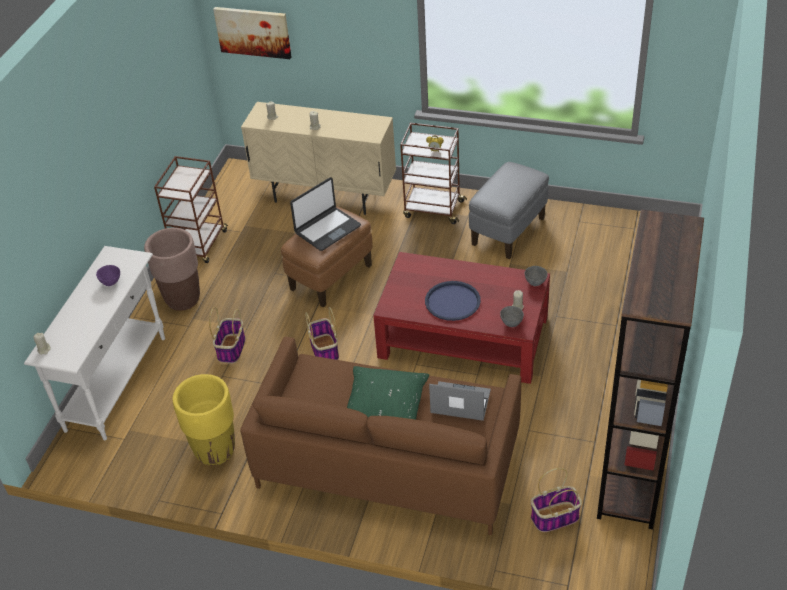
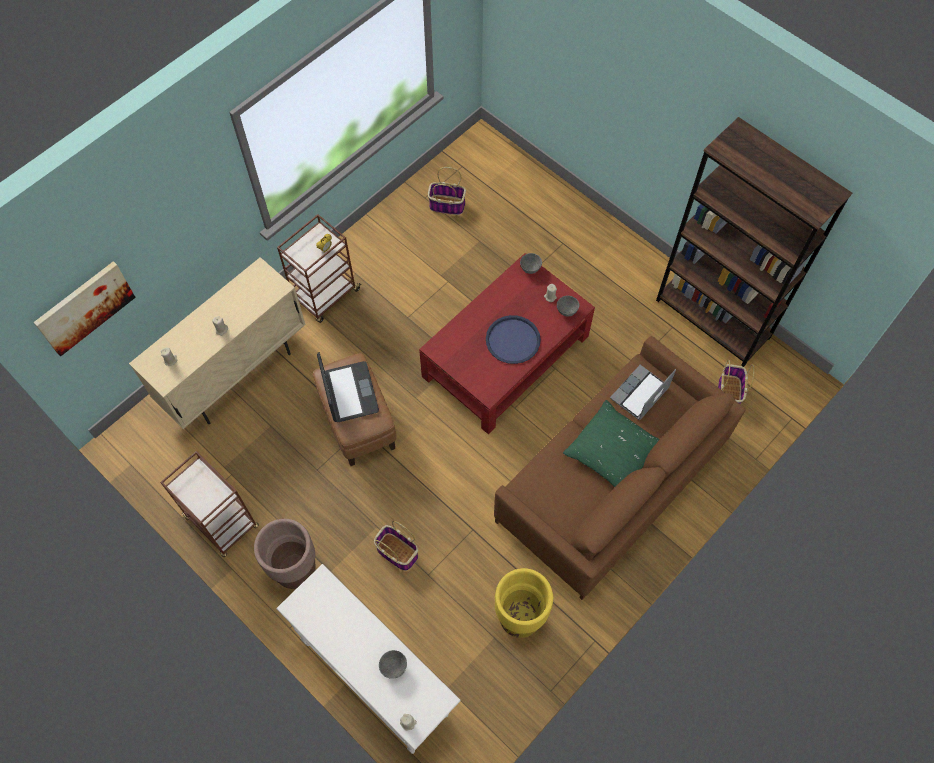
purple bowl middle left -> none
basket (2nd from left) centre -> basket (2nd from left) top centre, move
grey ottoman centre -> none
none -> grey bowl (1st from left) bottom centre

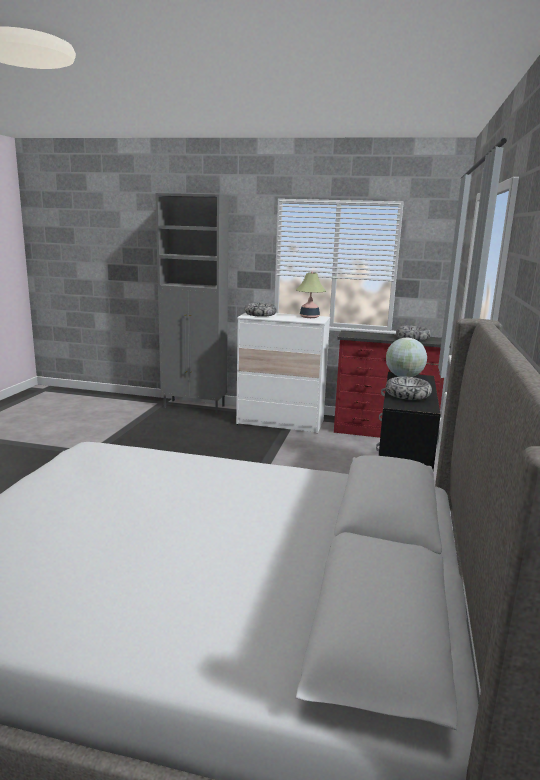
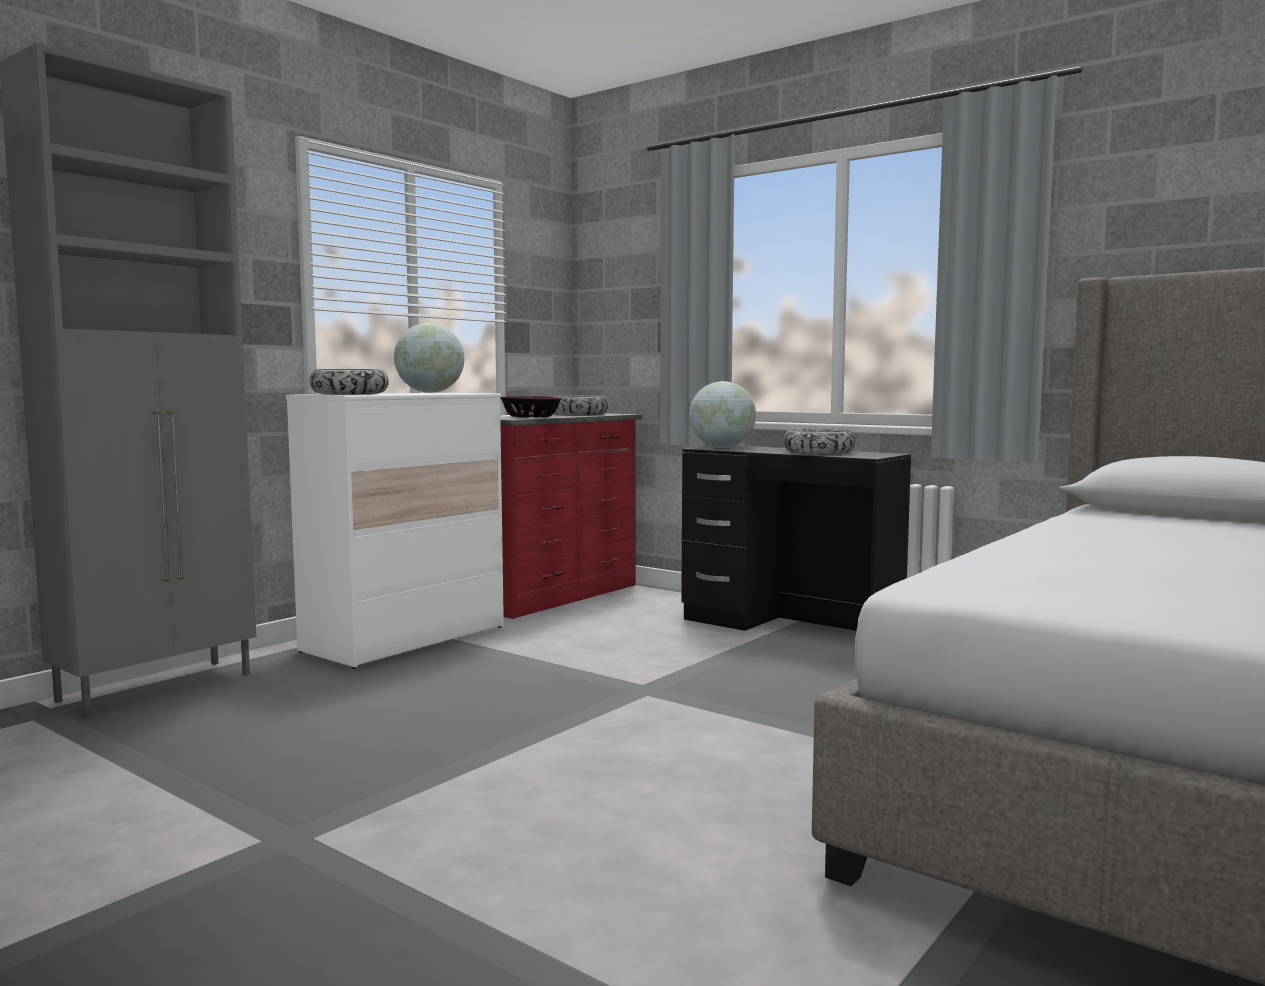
table lamp centre -> globe (1st from left) centre
none -> bowl (2nd from left) centre

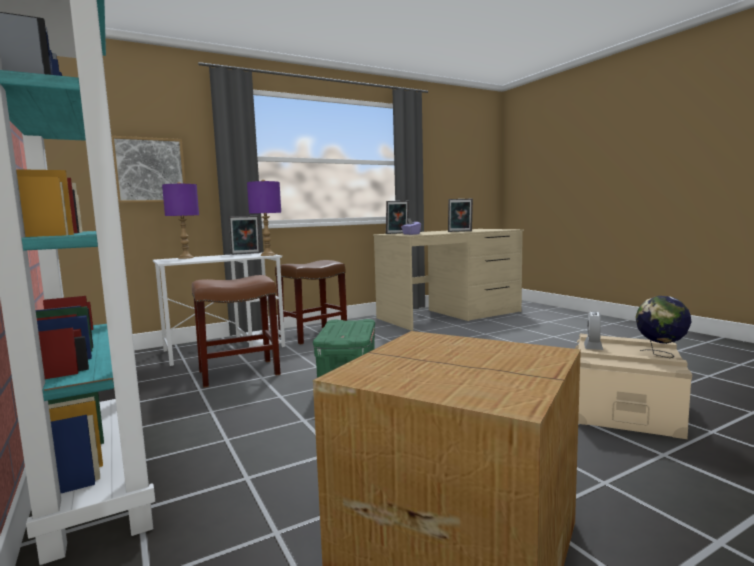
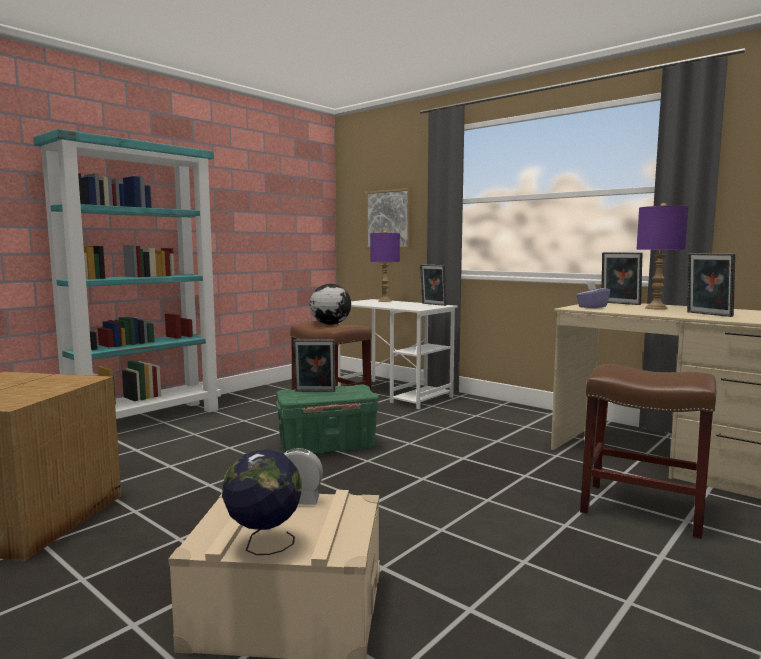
purple table lamp (2nd from left) centre -> purple table lamp (2nd from left) middle right, move
brown stool (2nd from left) centre -> brown stool (2nd from left) bottom right, move
none -> picture frame (1st from left) centre
none -> globe (2nd from left) centre

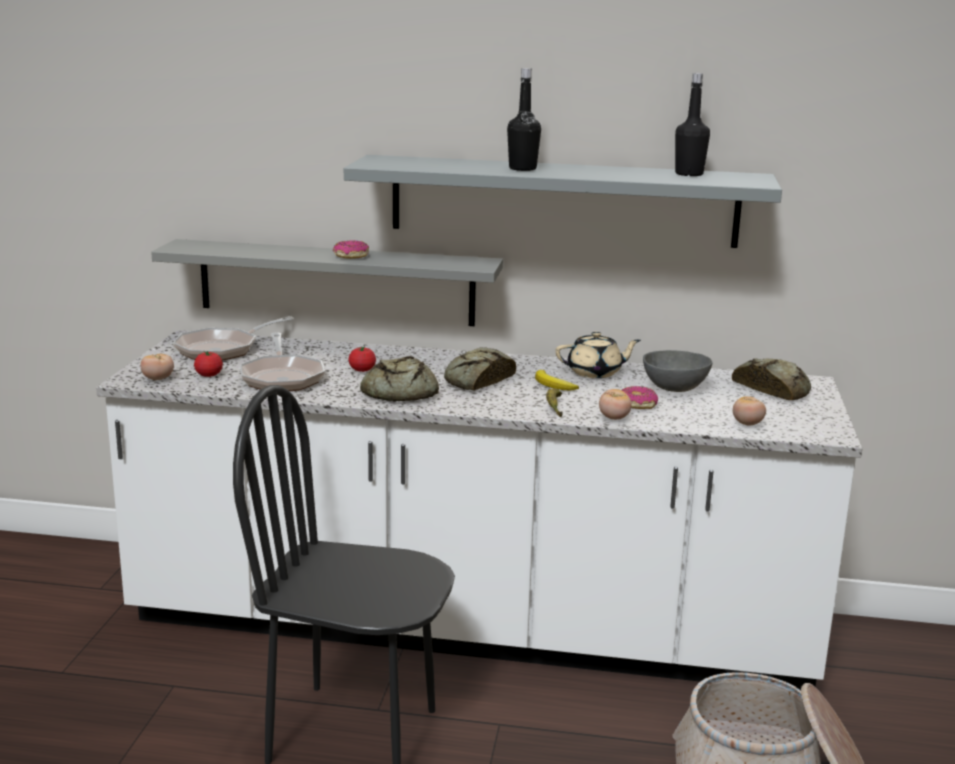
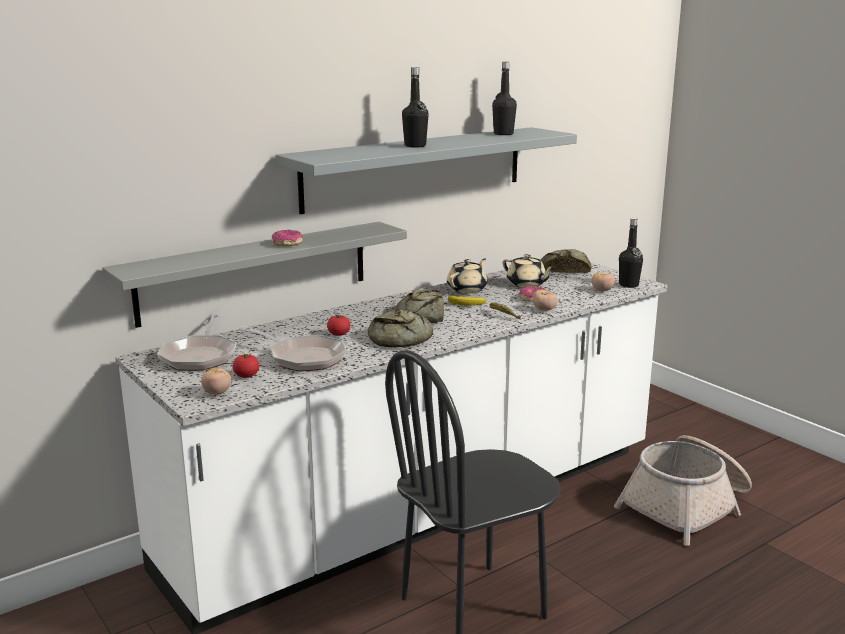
grey bowl middle right -> beige teapot (2nd from left) centre
none -> black bottle (3rd from left) middle right

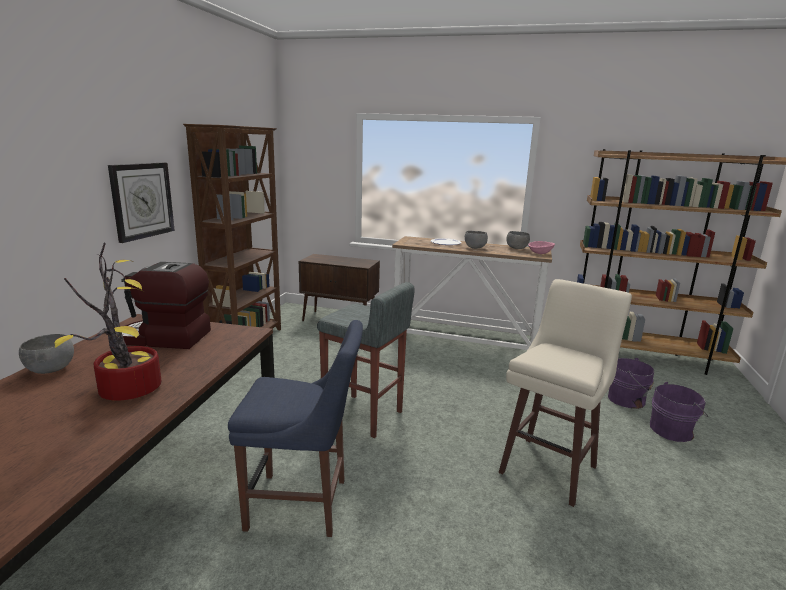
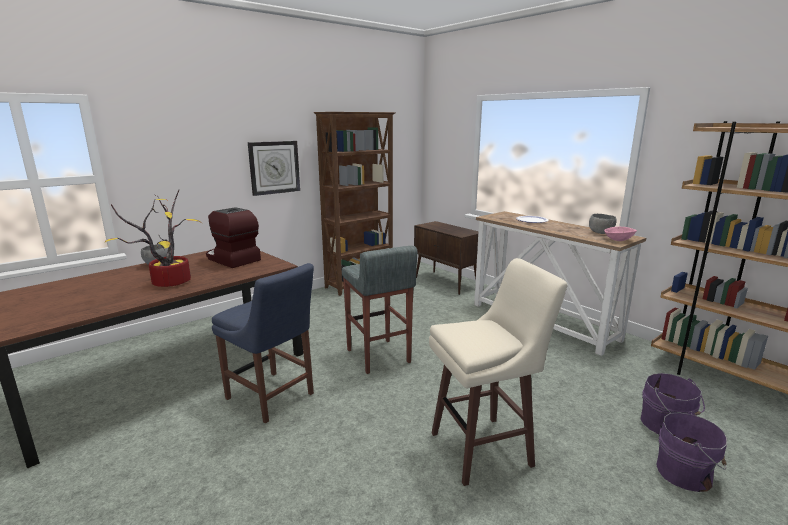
grey bowl (2nd from left) centre -> none

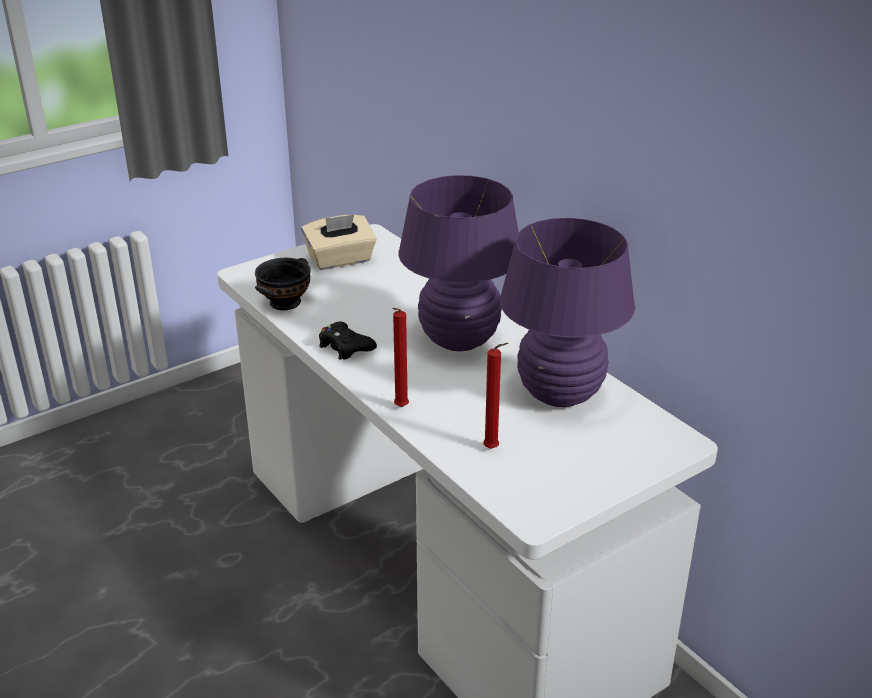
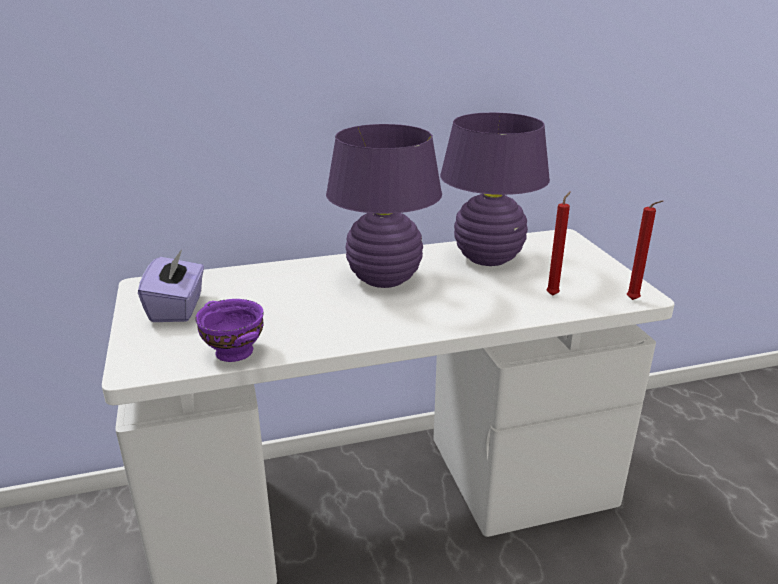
black bowl middle left -> purple bowl middle left
beige tissue box centre -> purple tissue box middle left
black game controller centre -> none
red candle (1st from left in the first image) centre -> red candle (2nd from left) middle right, move

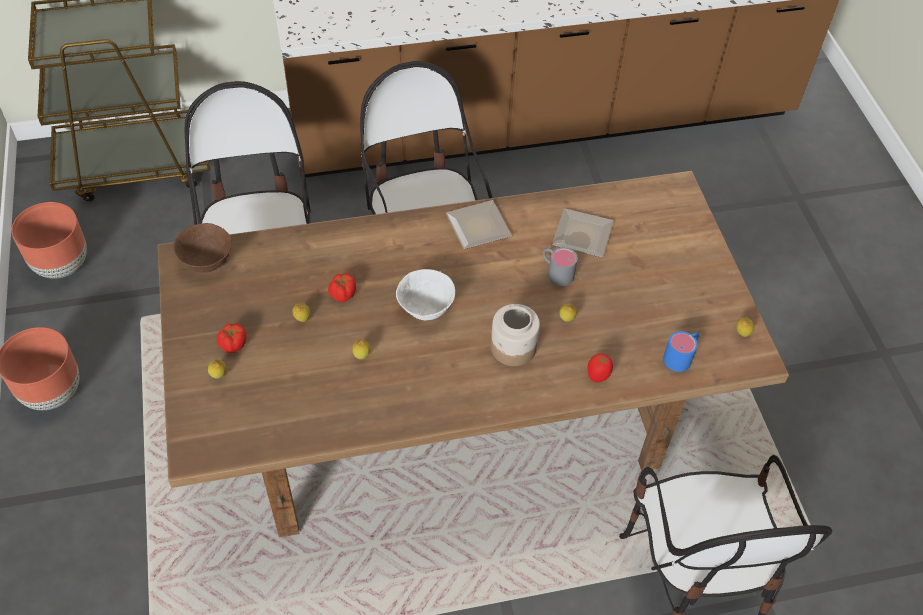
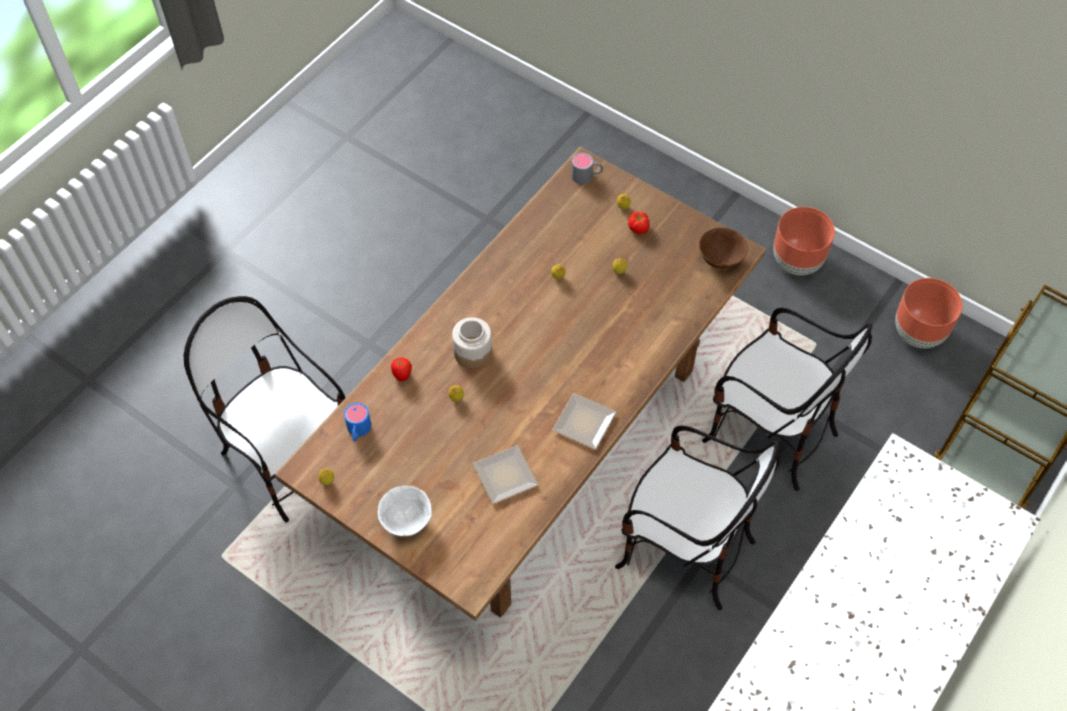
tomato (2nd from left) centre -> none
white bowl centre -> white bowl bottom centre, move
grey mug centre -> grey mug top centre, move

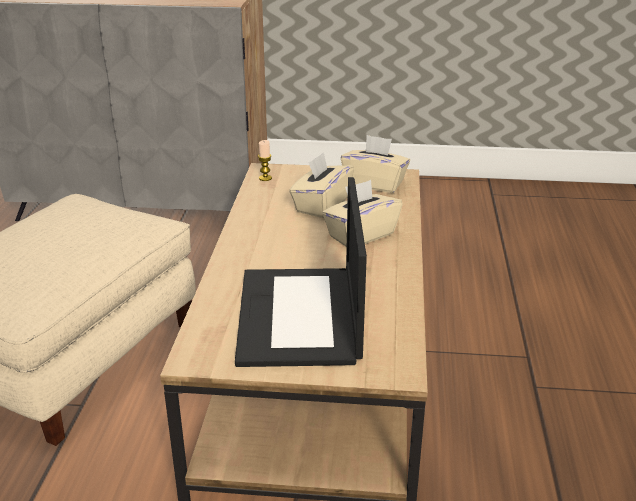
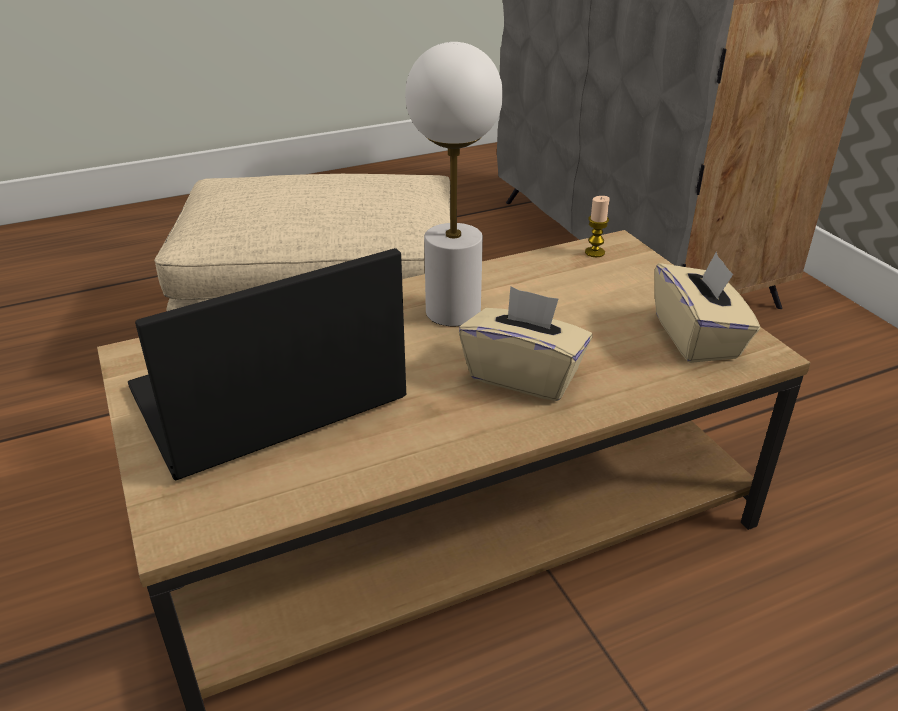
beige tissue box (1st from left) centre -> none
none -> white table lamp top centre

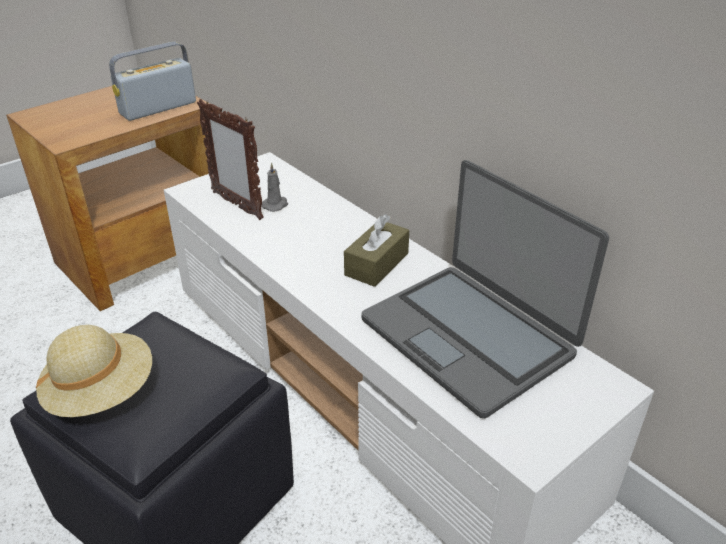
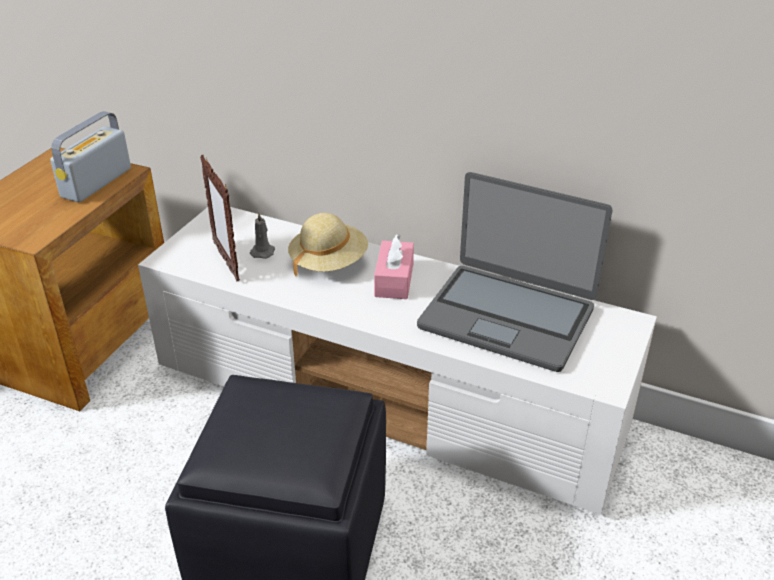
beige hat bottom left -> beige hat centre, move
picture frame top left -> picture frame middle left, 45 degrees clockwise
brown tissue box centre -> pink tissue box centre

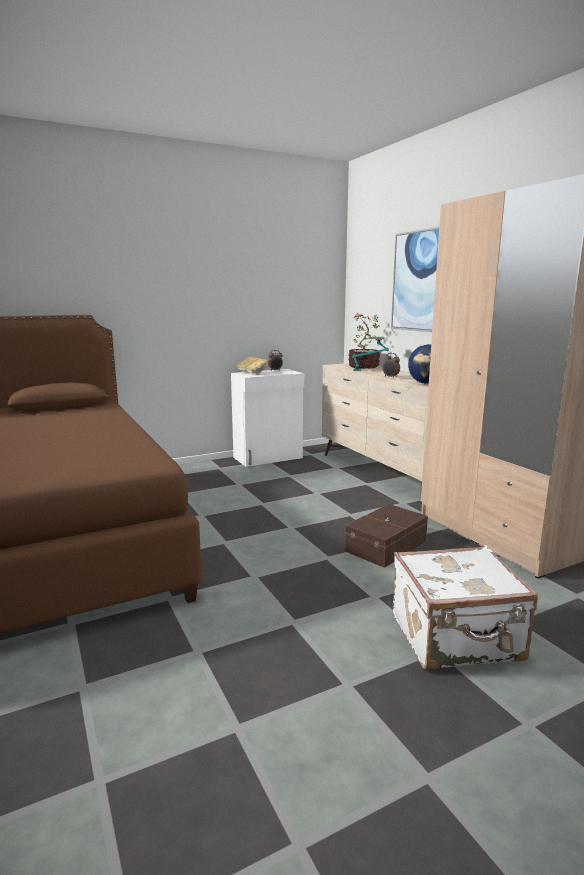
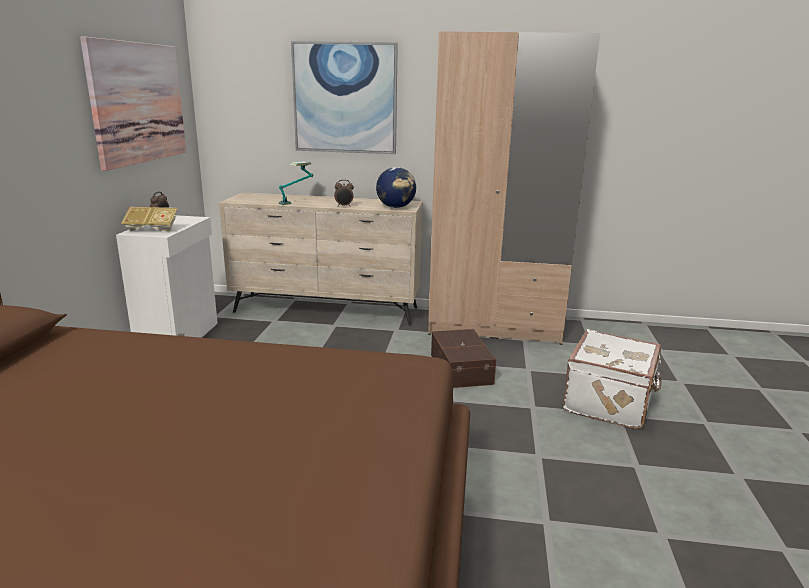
potted plant centre -> none
none -> picture (1st from left) top left

